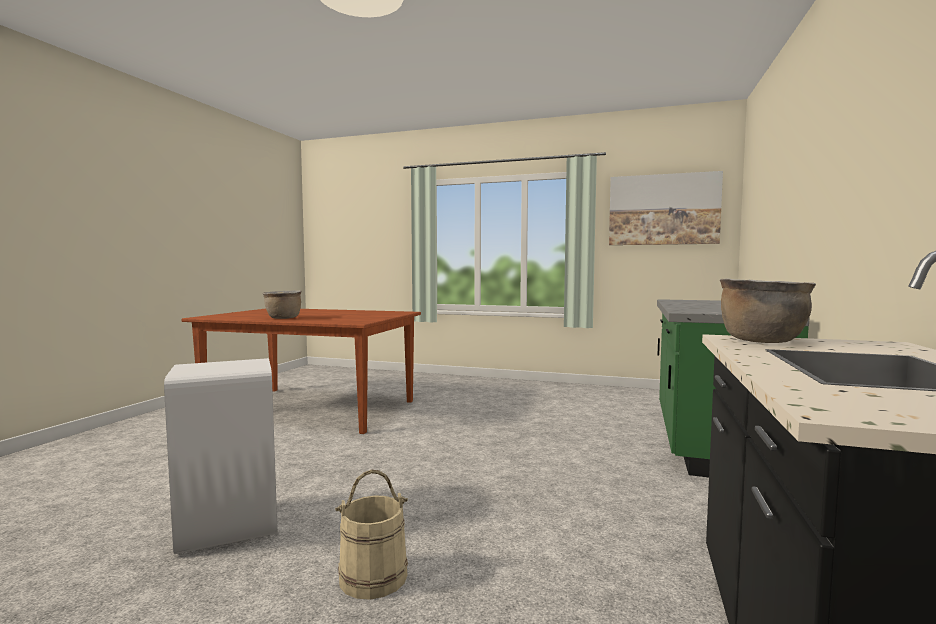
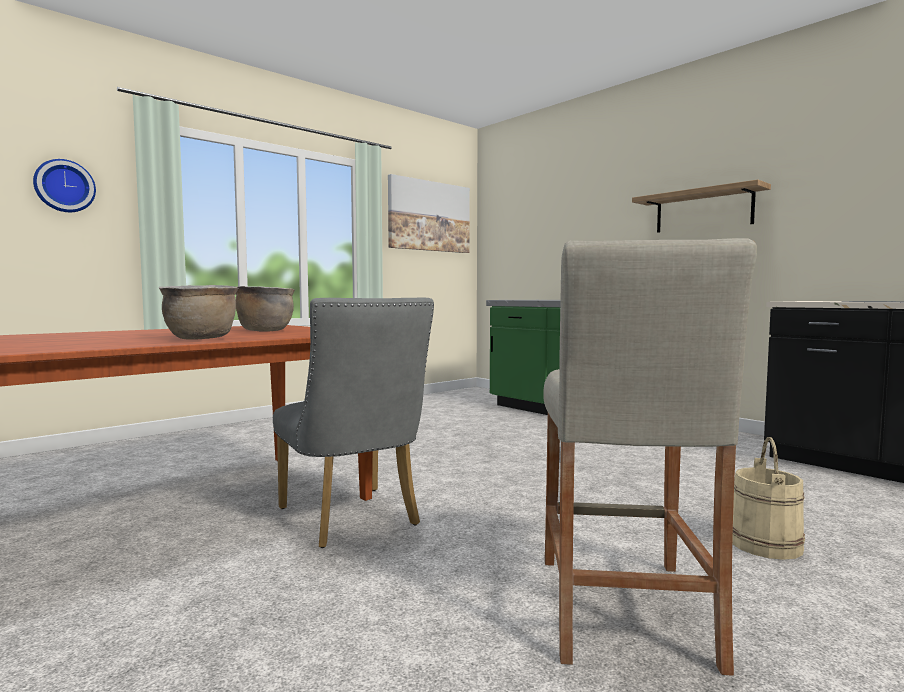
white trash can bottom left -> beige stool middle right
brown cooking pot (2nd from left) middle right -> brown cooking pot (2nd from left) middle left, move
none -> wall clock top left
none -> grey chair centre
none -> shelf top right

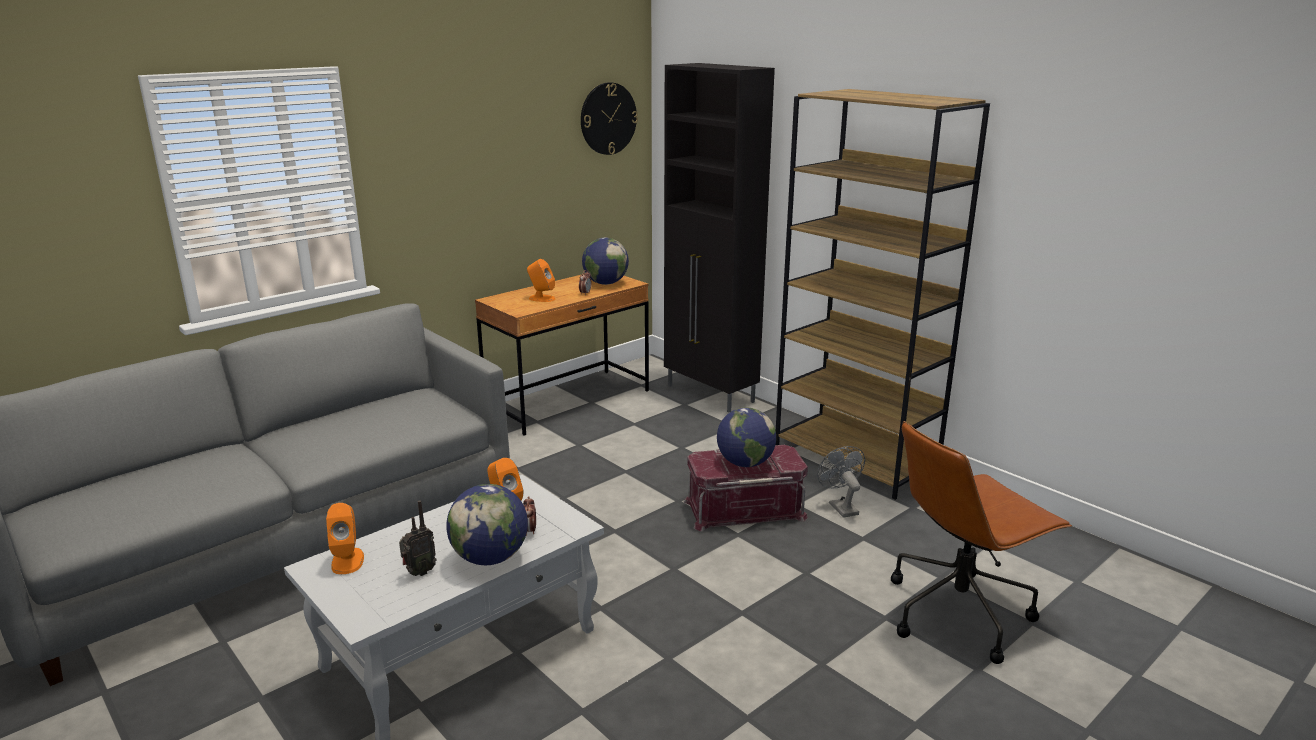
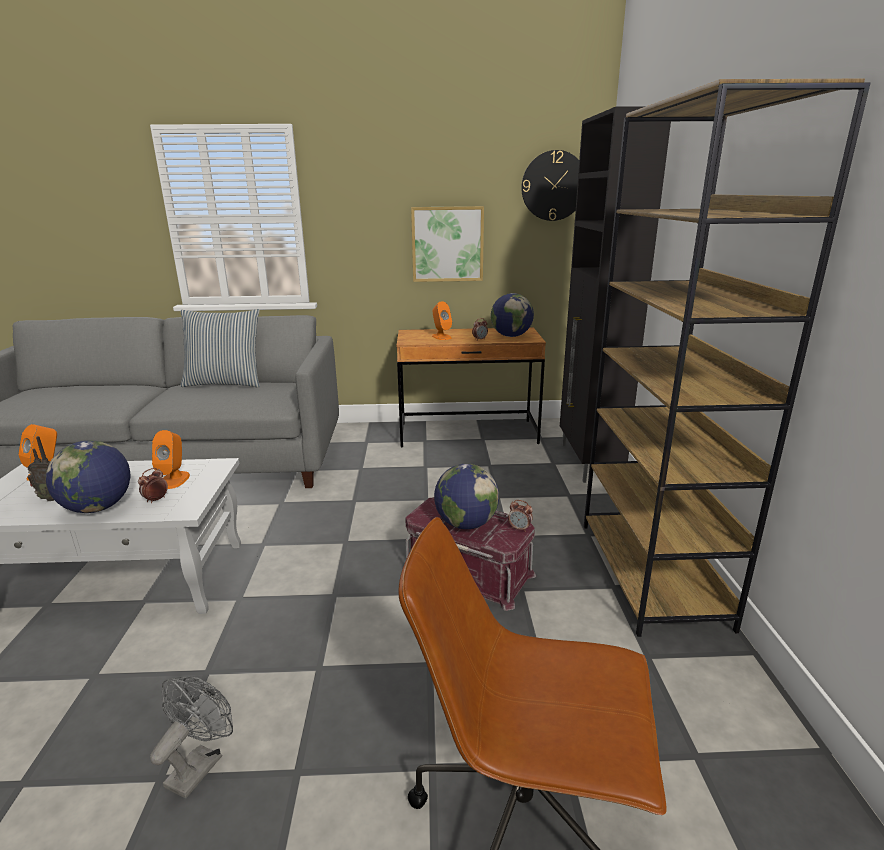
grey fan centre -> grey fan bottom left, move
none -> pillow middle left
none -> picture top centre
none -> alarm clock (3rd from left) centre

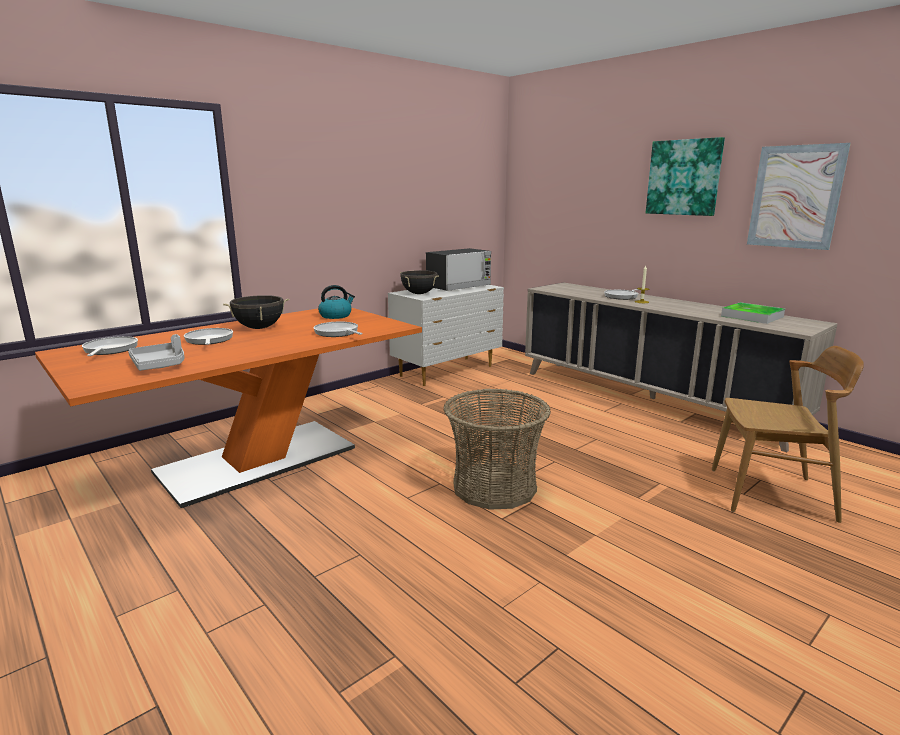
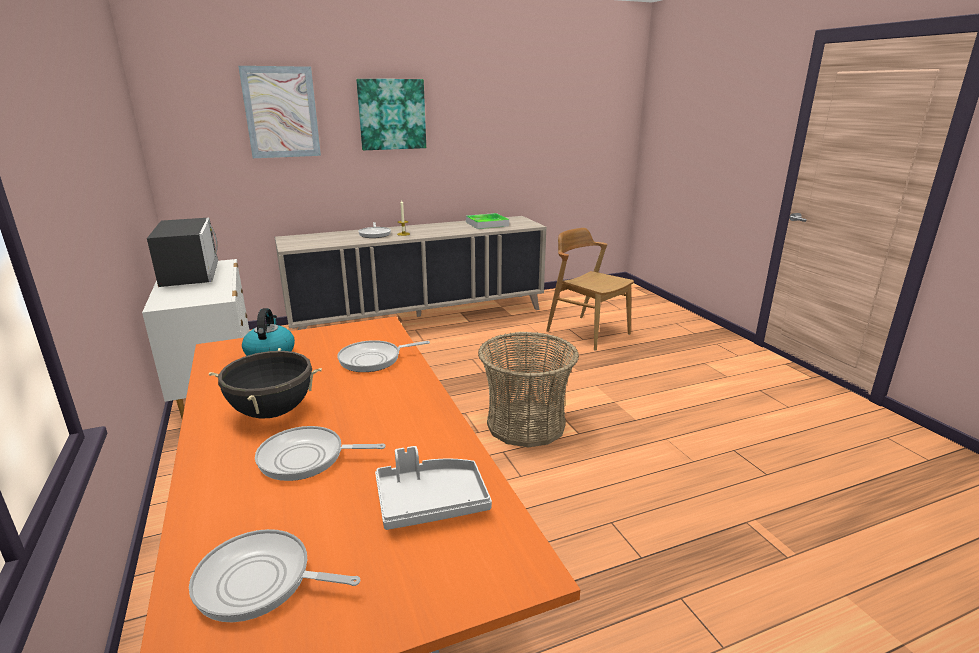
black cooking pot (2nd from left) centre -> none
brown chair middle right -> brown chair centre, 75 degrees counterclockwise
picture (2nd from left in the first image) top right -> picture (1st from left) top left, move

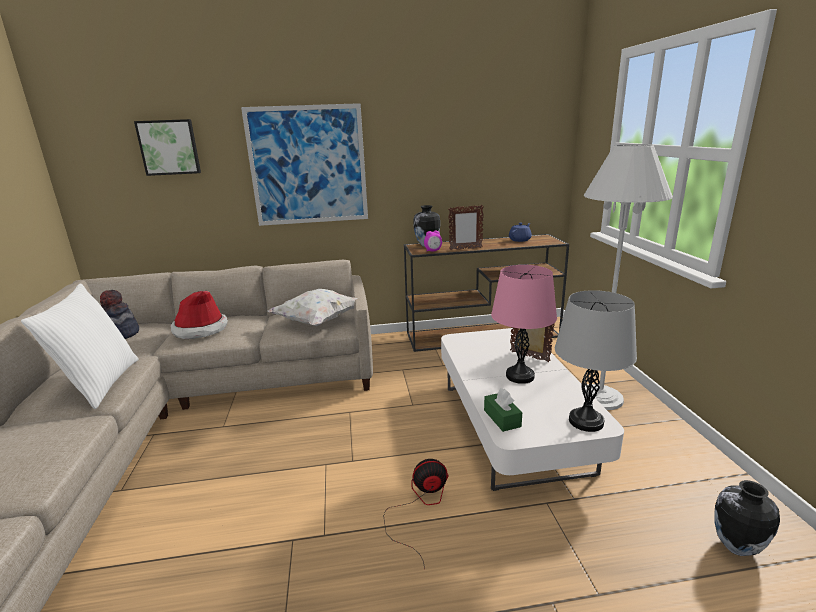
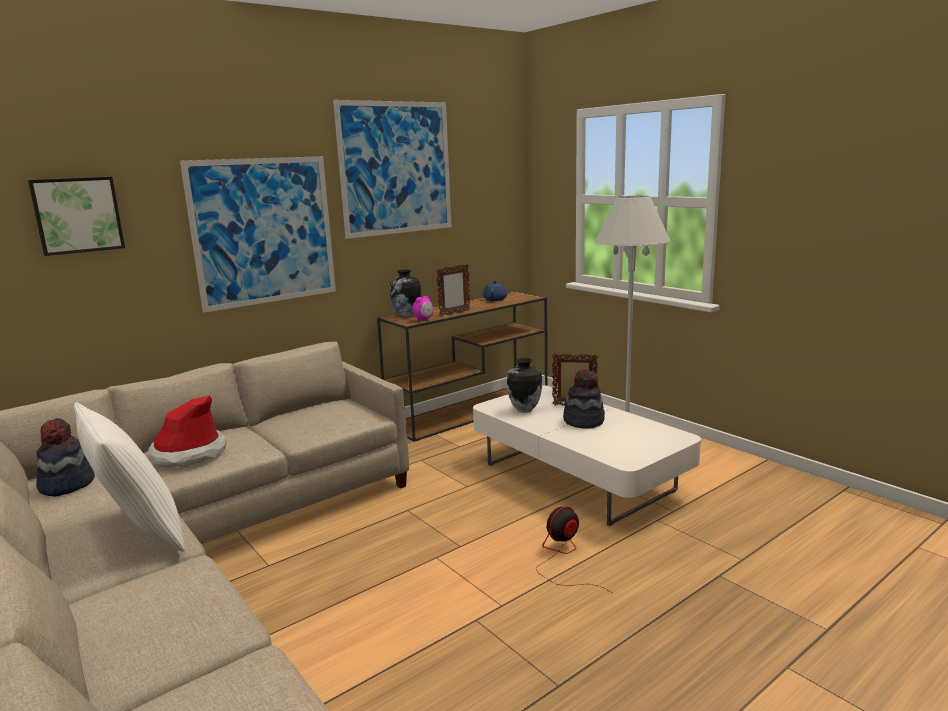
white pillow (2nd from left) centre -> none
green tissue box bottom centre -> none
pink table lamp centre -> hat (3rd from left) centre
grey table lamp middle right -> none
vase (2nd from left) bottom right -> vase (2nd from left) centre, move
none -> picture (3rd from left) top centre

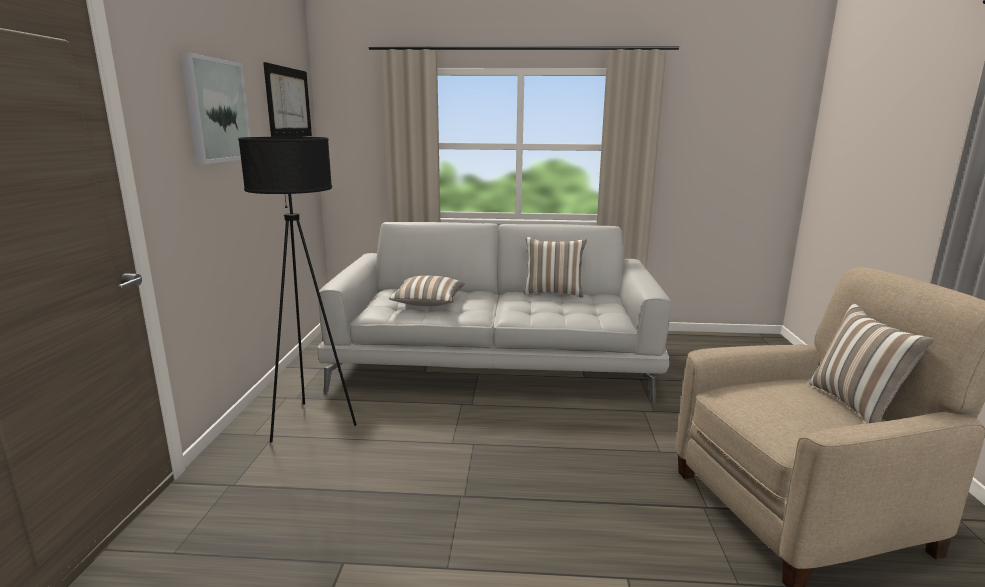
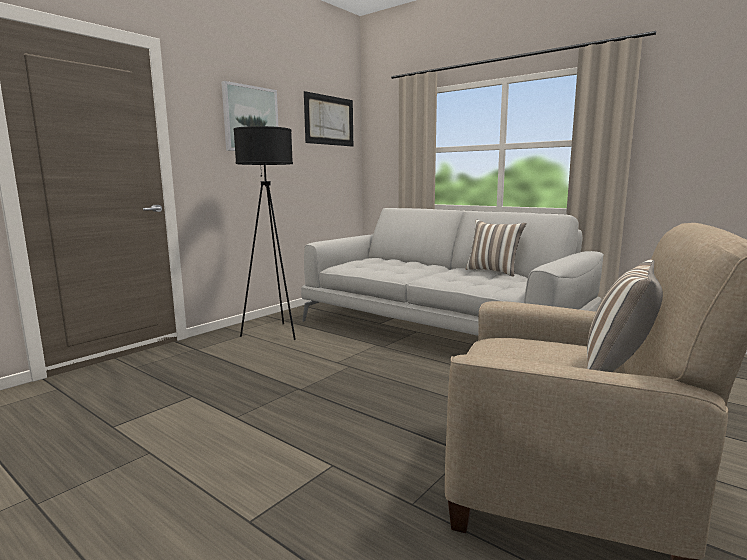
pillow (1st from left) centre -> none

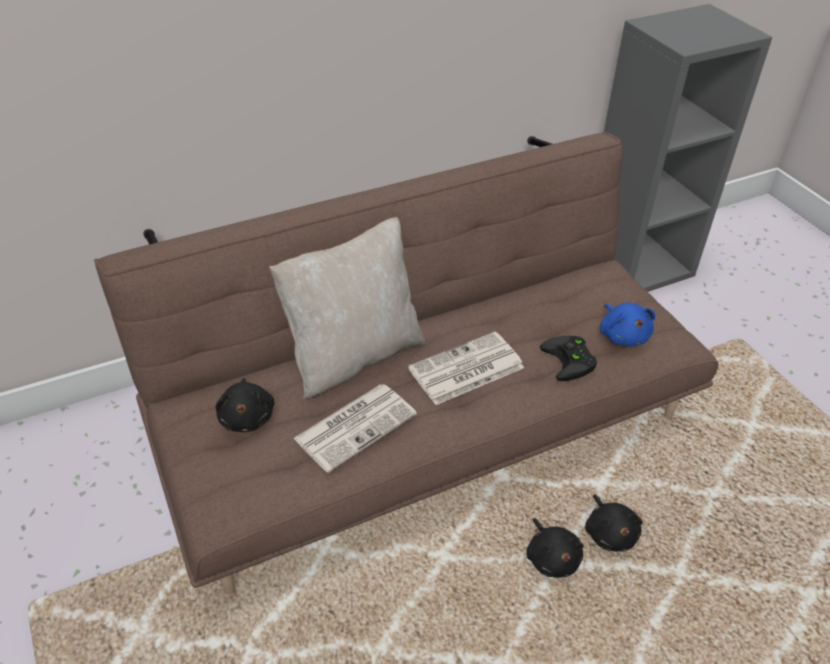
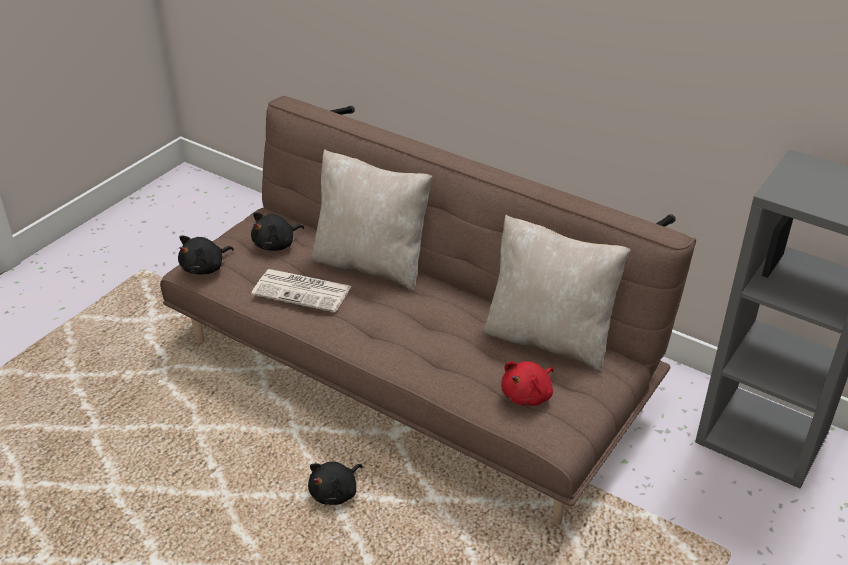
newspaper (2nd from left) centre -> none
black game controller middle right -> none
black plush toy (3rd from left in the first image) bottom right -> black plush toy (1st from left) middle left, move
blue plush toy middle right -> red plush toy bottom centre
none -> beige pillow (2nd from left) centre

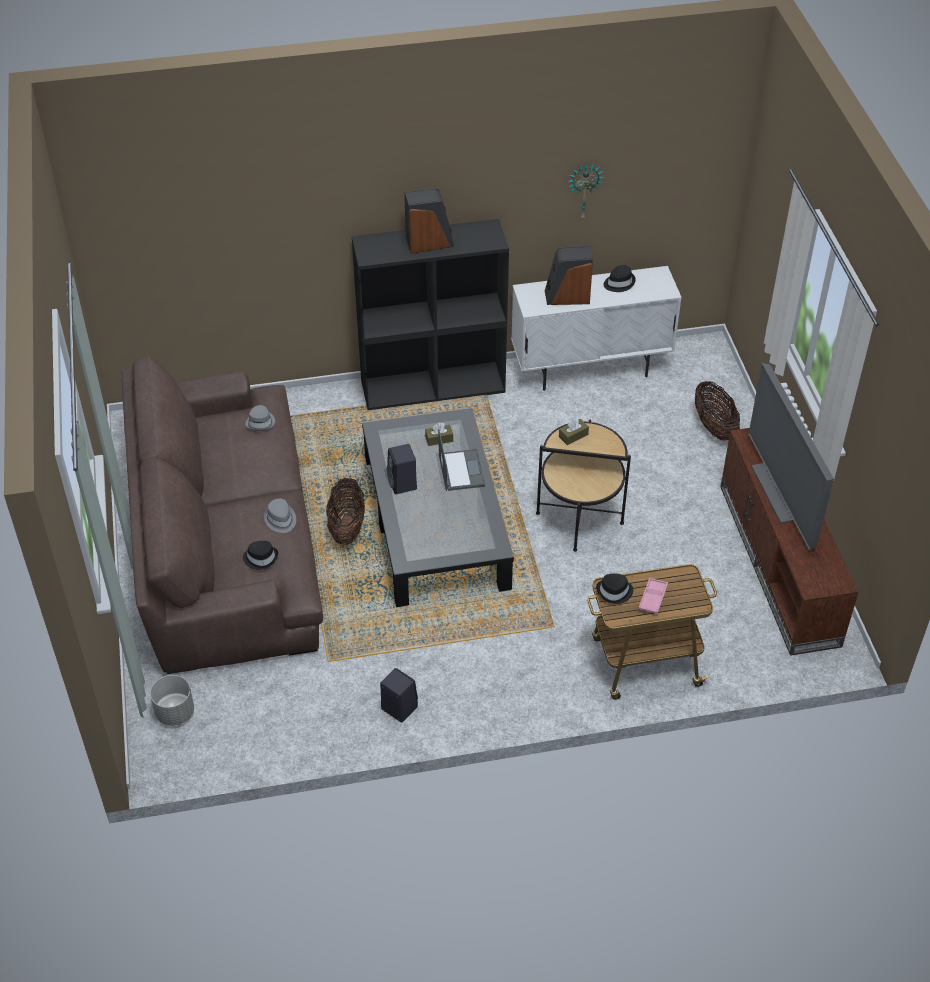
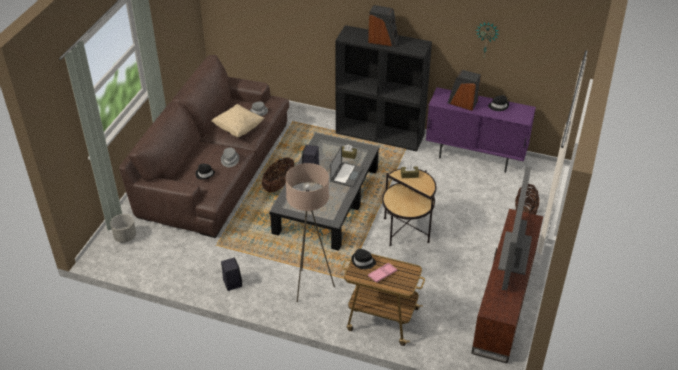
white cabinet centre -> purple cabinet middle right
none -> beige pillow top centre
none -> beige floor lamp centre

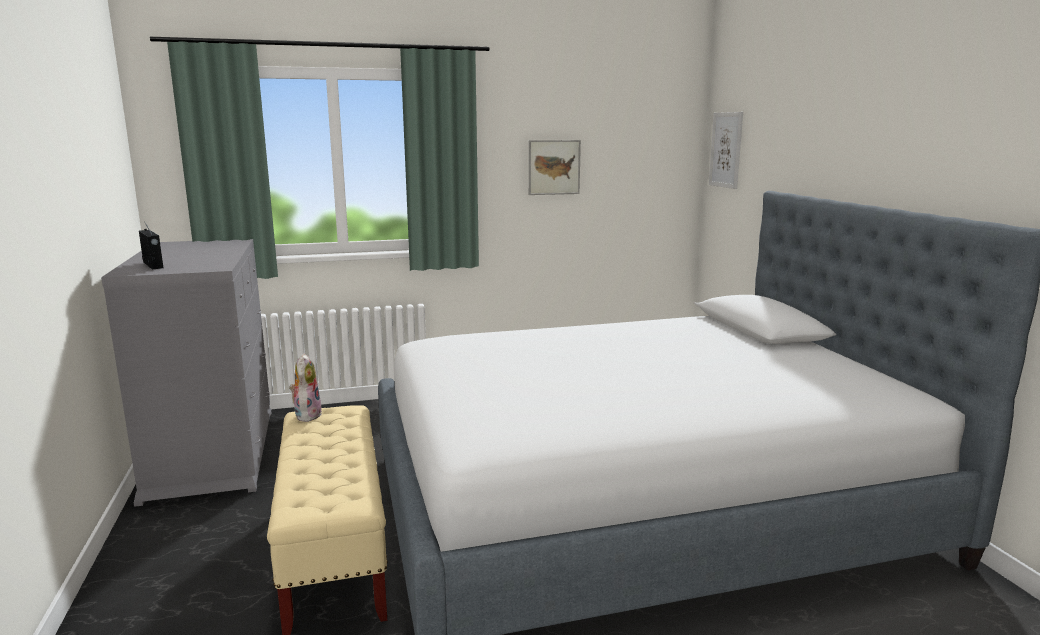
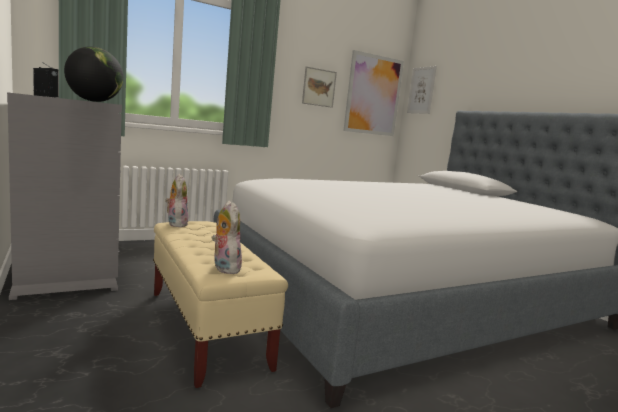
none -> globe top left
none -> plush toy (2nd from left) centre
none -> picture (2nd from left) top centre

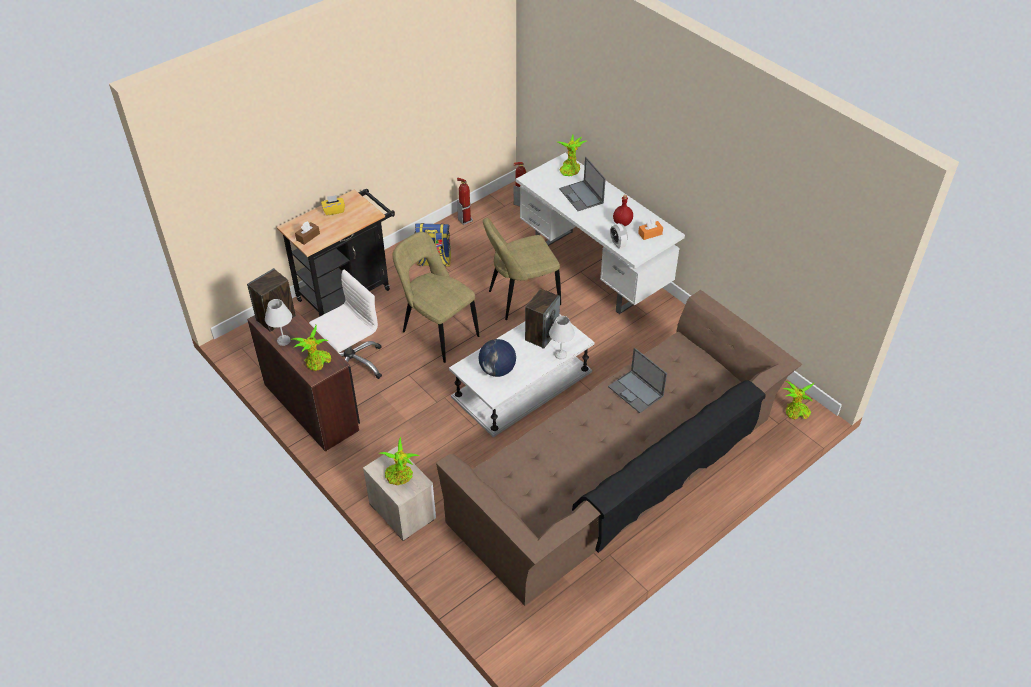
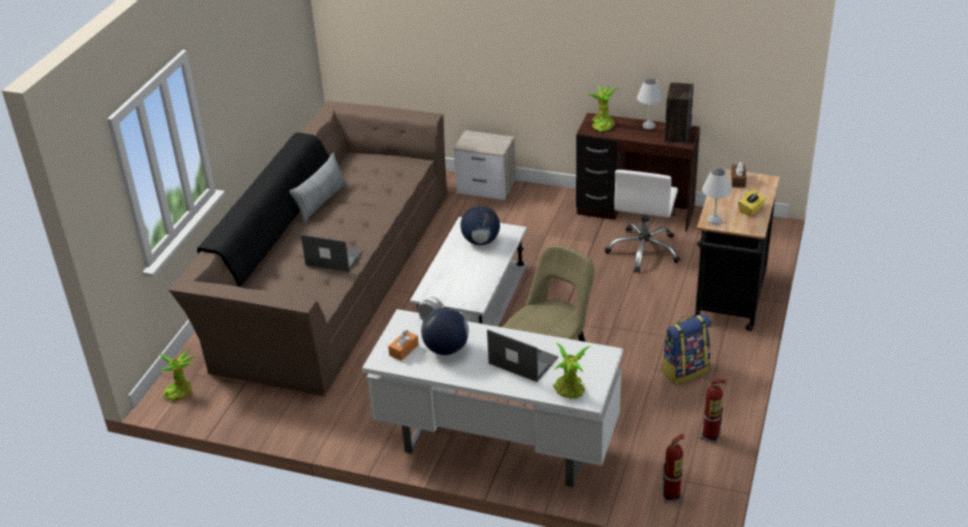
potted plant (2nd from left) bottom centre -> none
beige chair (1st from left) centre -> none
speaker (2nd from left) centre -> none
white table lamp (2nd from left) centre -> white table lamp (2nd from left) middle right, move
red bottle top centre -> globe (1st from left) centre
none -> pillow middle left

